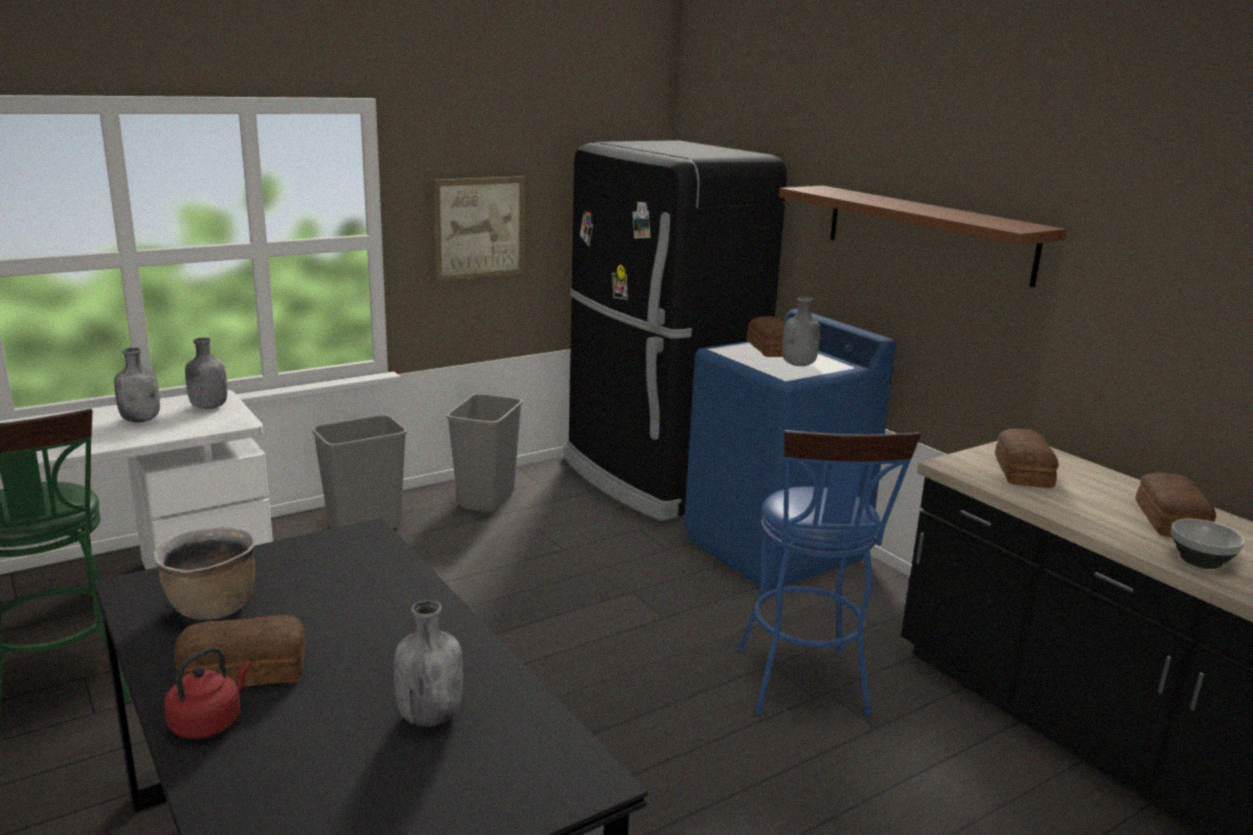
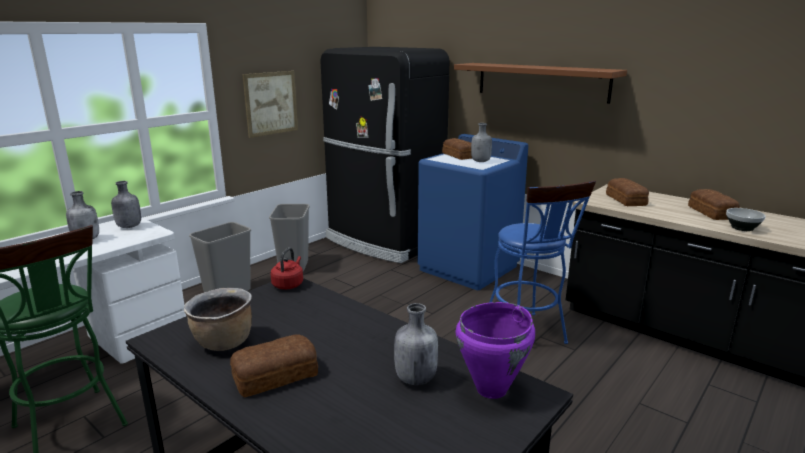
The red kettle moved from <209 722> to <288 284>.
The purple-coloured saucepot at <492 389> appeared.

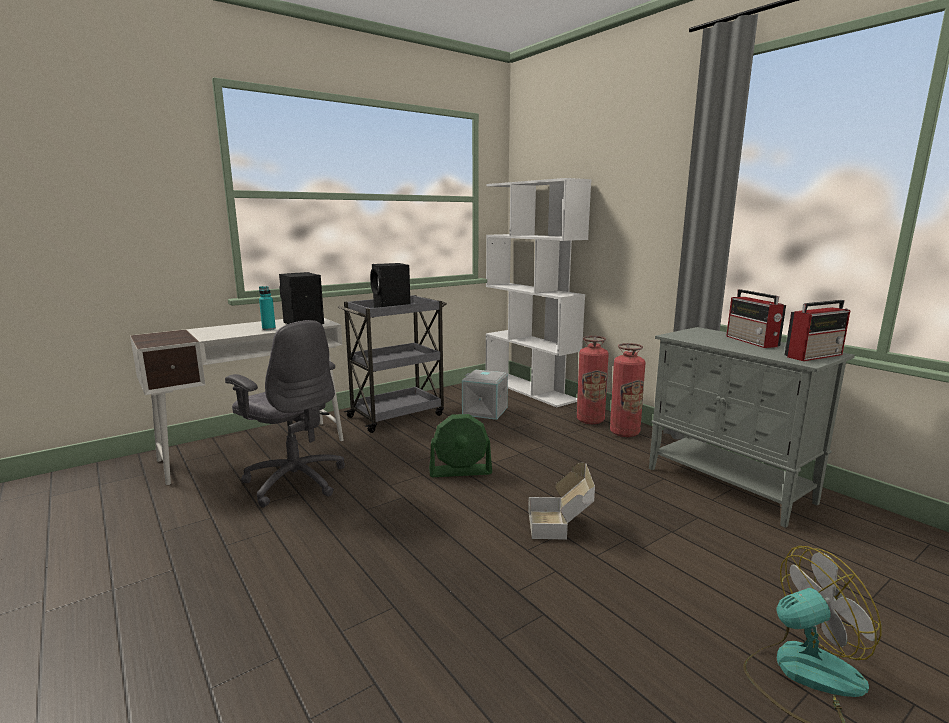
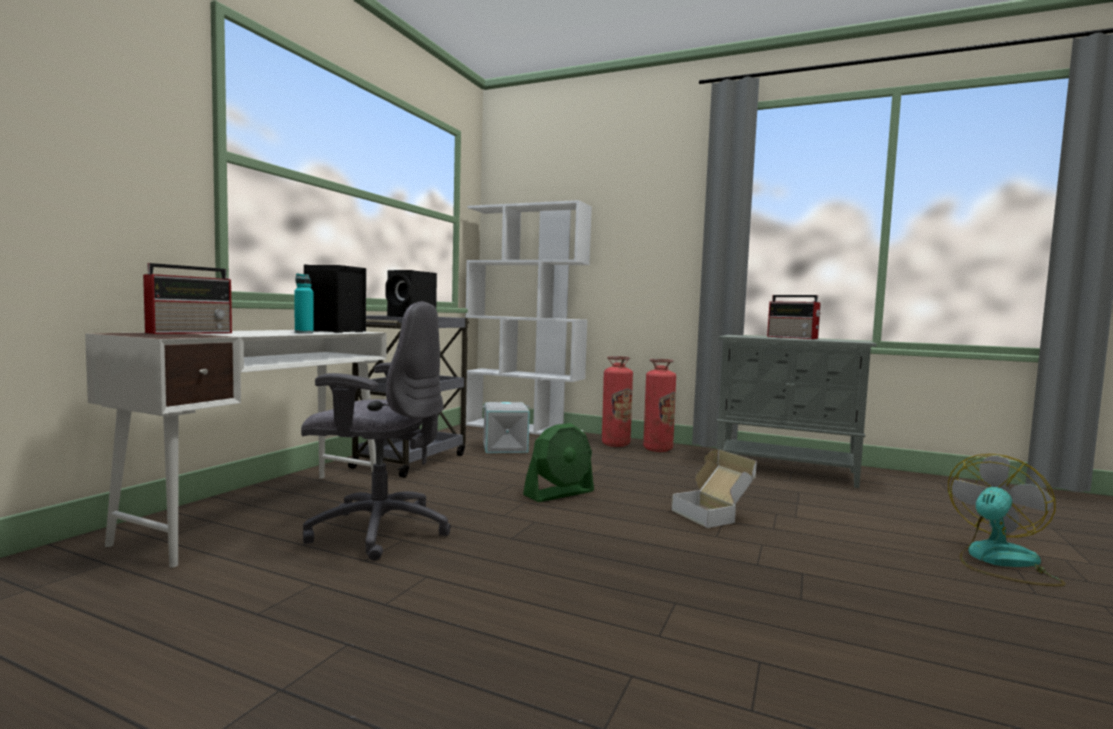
The radio set moved from <814 355> to <191 332>.

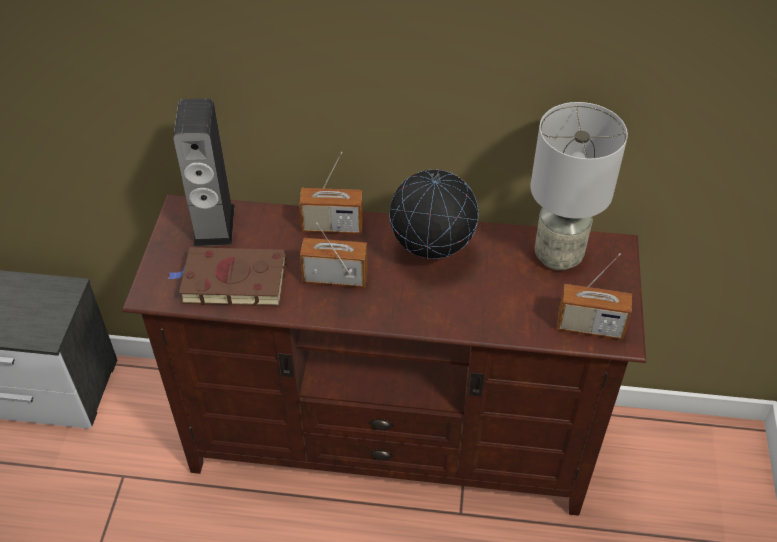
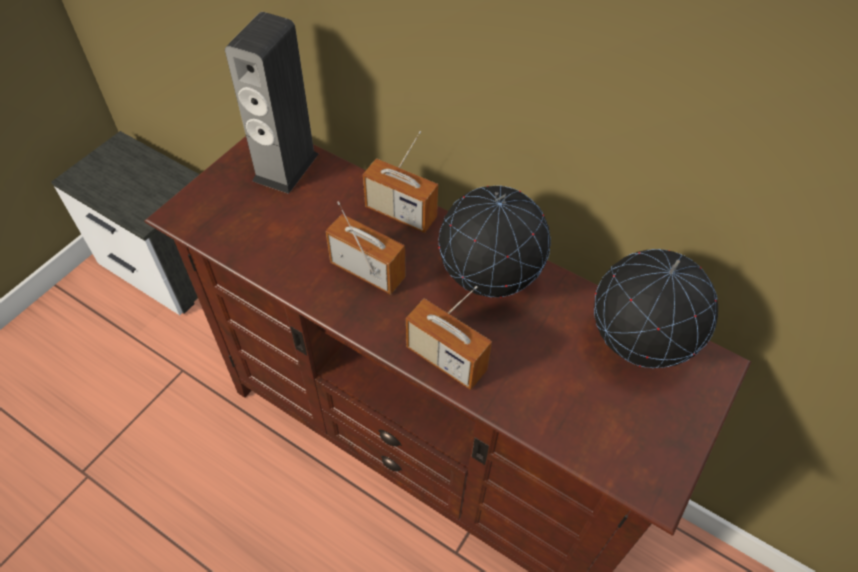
The radio set moved from <590 327> to <446 359>.
The grey table lamp at <559 256> was replaced by the desk globe at <635 348>.
The brown-coloured volume at <231 281> disappeared.

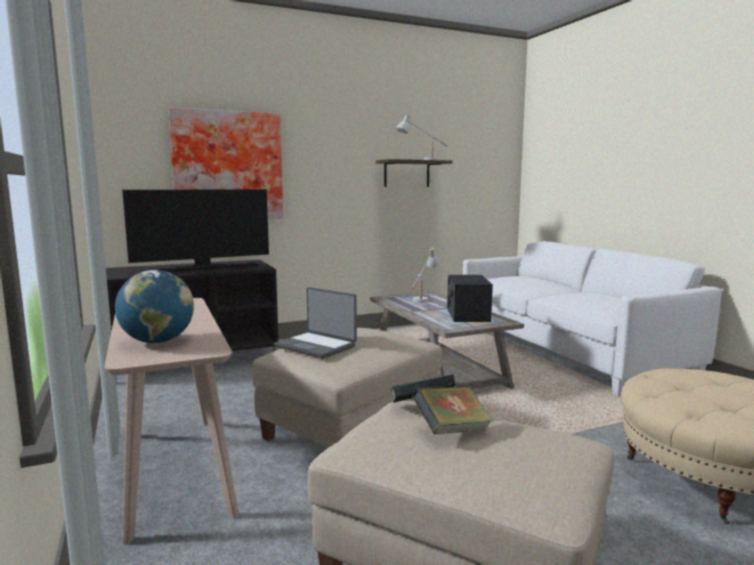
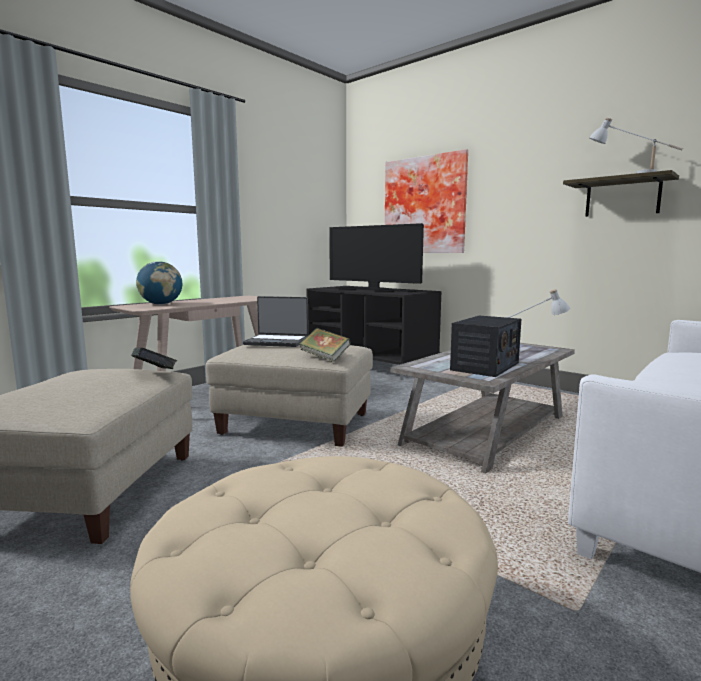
The portable computer at <316 346> turned 90 degrees counterclockwise.
The volume moved from <452 430> to <325 358>.
The radio set at <467 315> turned 150 degrees clockwise.

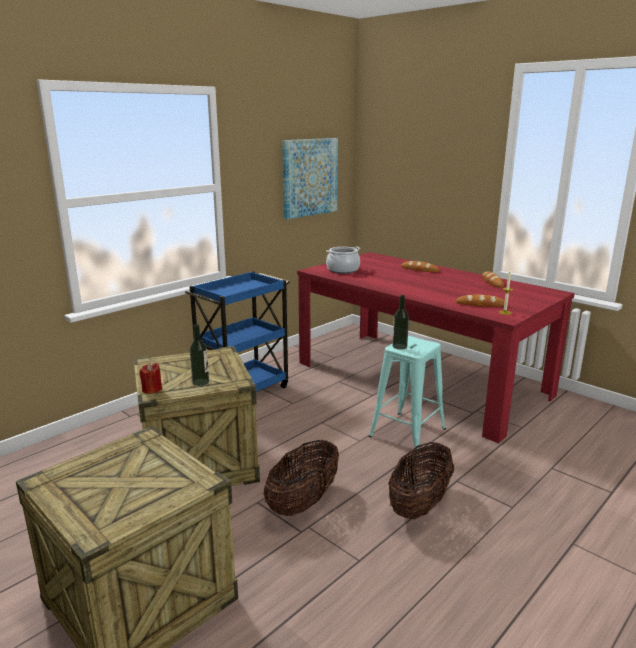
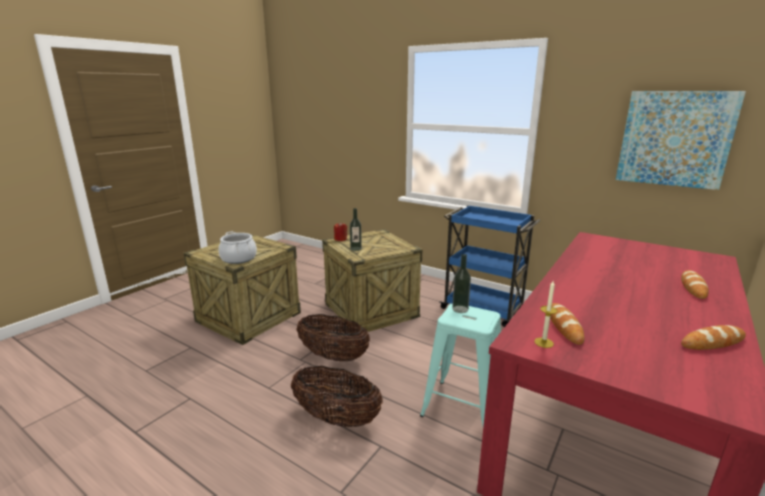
The saucepot moved from <342 270> to <239 258>.

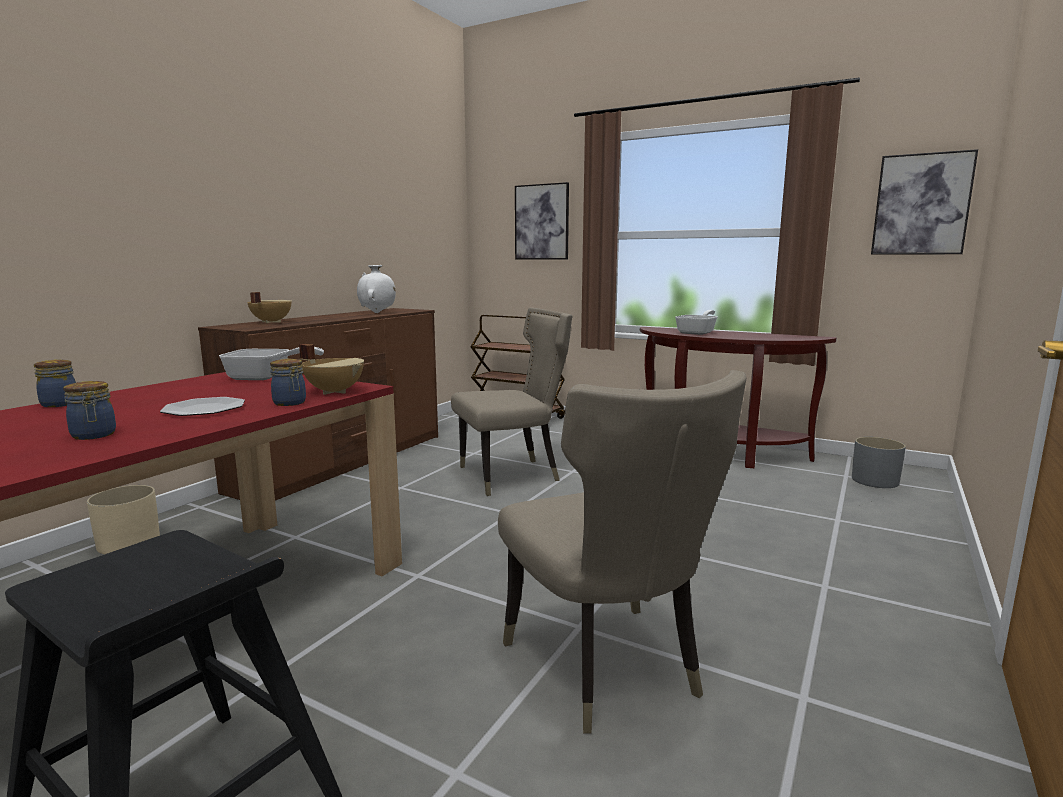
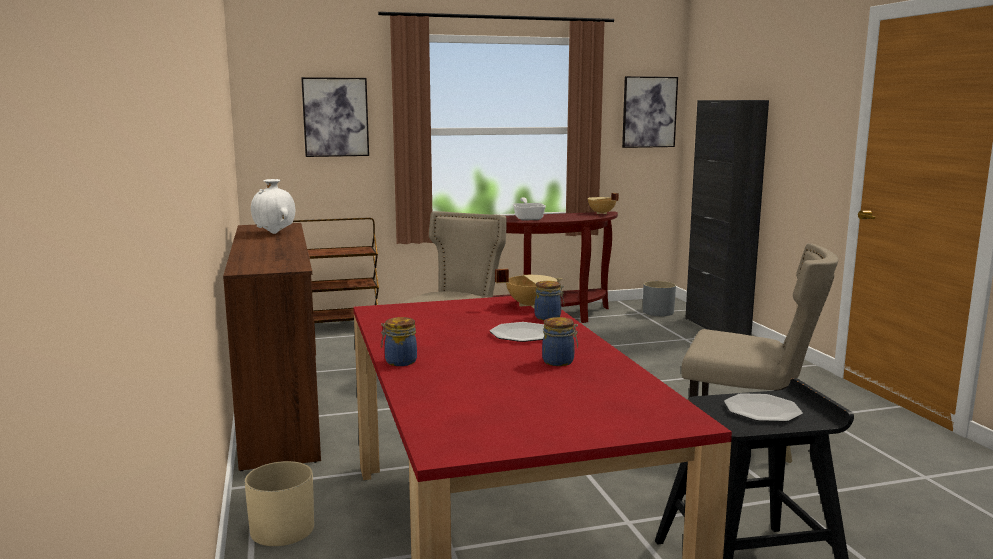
The sand-coloured saucepot moved from <270 322> to <601 213>.
The blackish cabinet at <717 327> appeared.
The dinner plate at <762 410> appeared.
The pan at <265 377> disappeared.

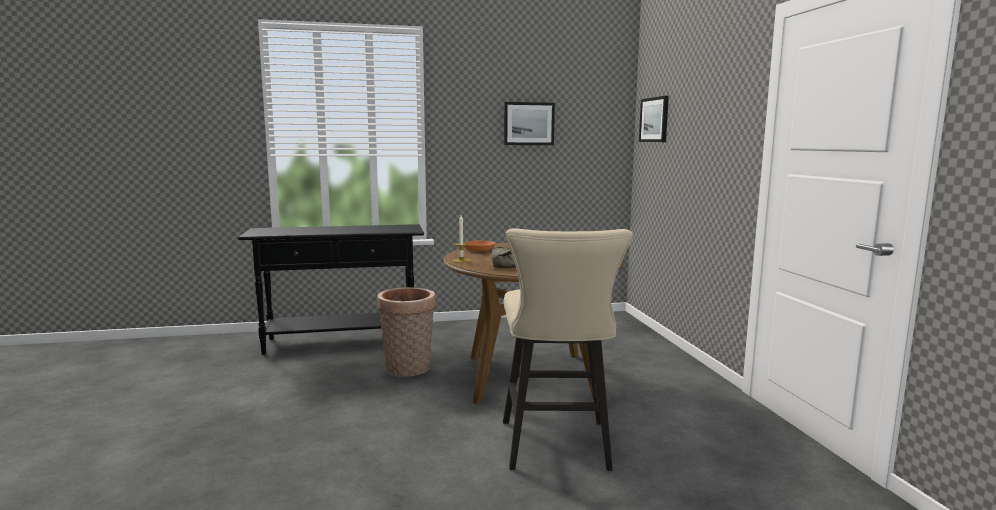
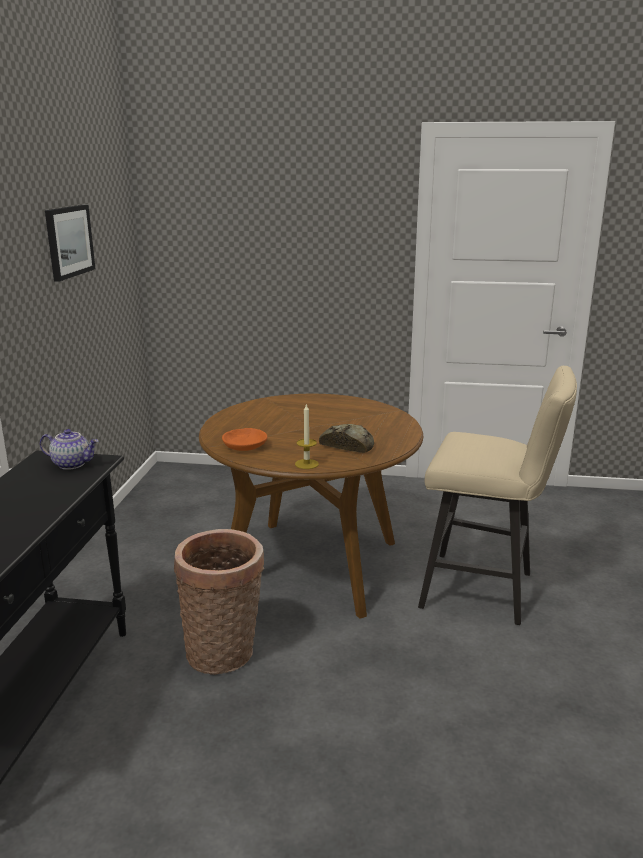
The pot for tea at <72 464> appeared.
The wall art at <654 120> disappeared.

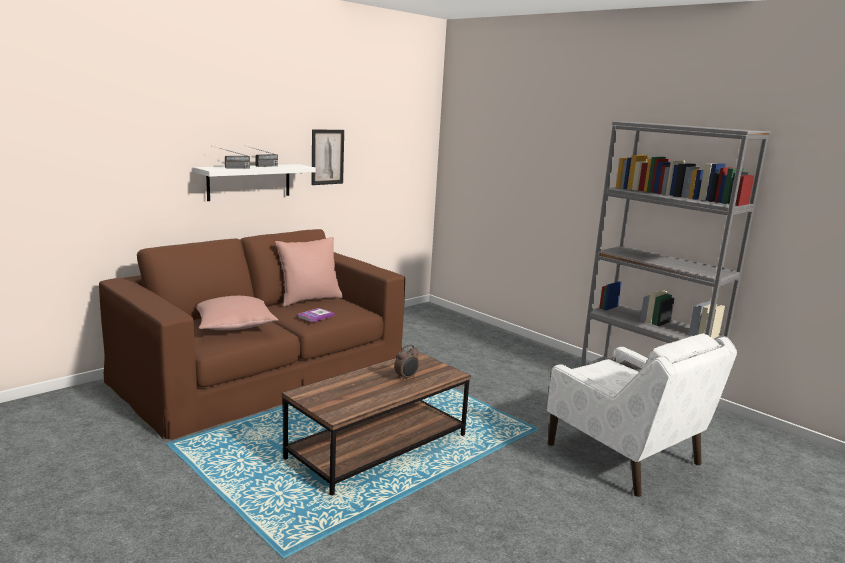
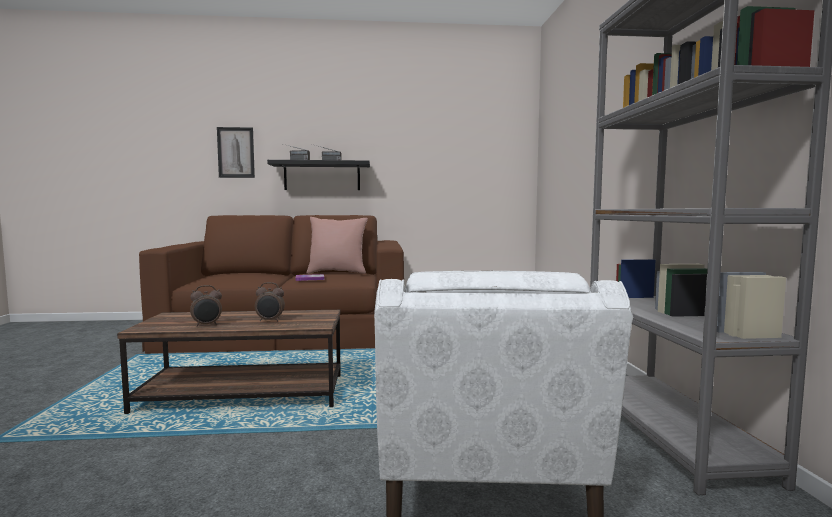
The alarm clock at <207 325> appeared.
The wall art moved from <327 157> to <236 152>.
The white bracket shelf at <249 181> became the blackish bracket shelf at <322 176>.
The pinkish pillow at <234 326> disappeared.

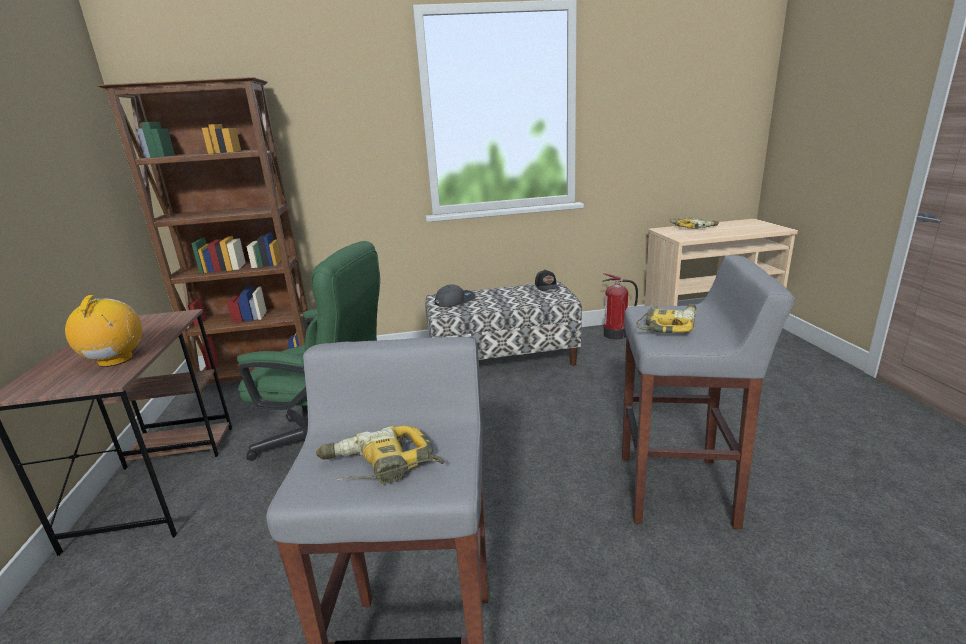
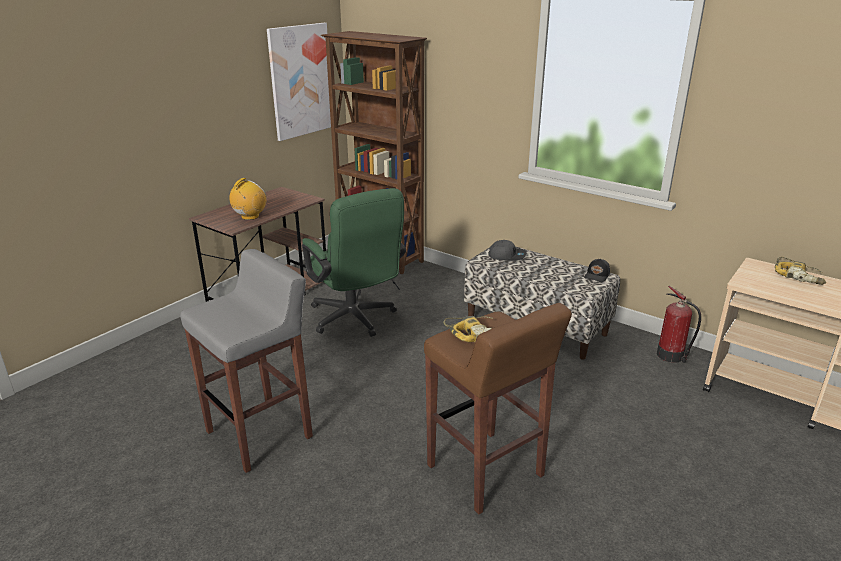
The wall art at <300 81> appeared.
The grey stool at <678 490> became the brown-coloured stool at <486 472>.
The power drill at <379 467> disappeared.

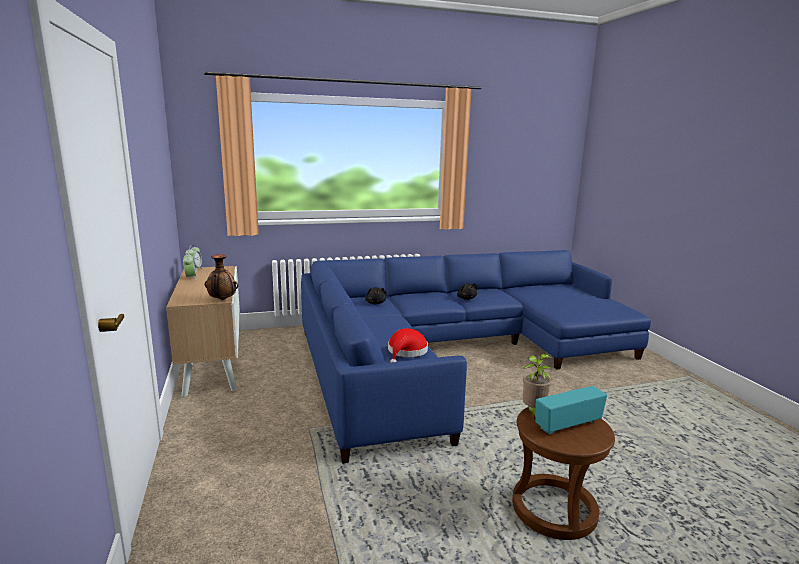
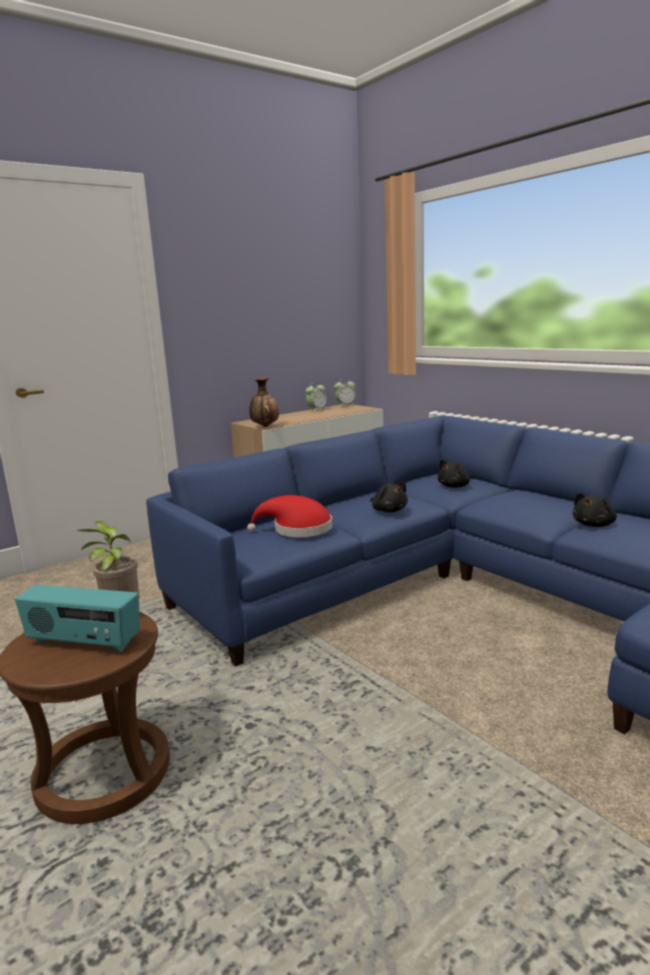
The radio set at <567 424> turned 150 degrees clockwise.
The blackish plush toy at <389 510> appeared.

